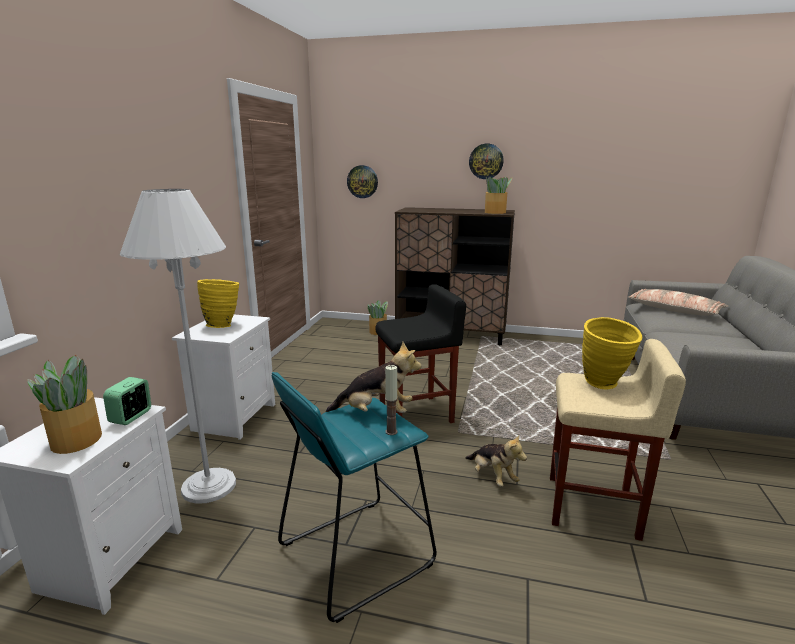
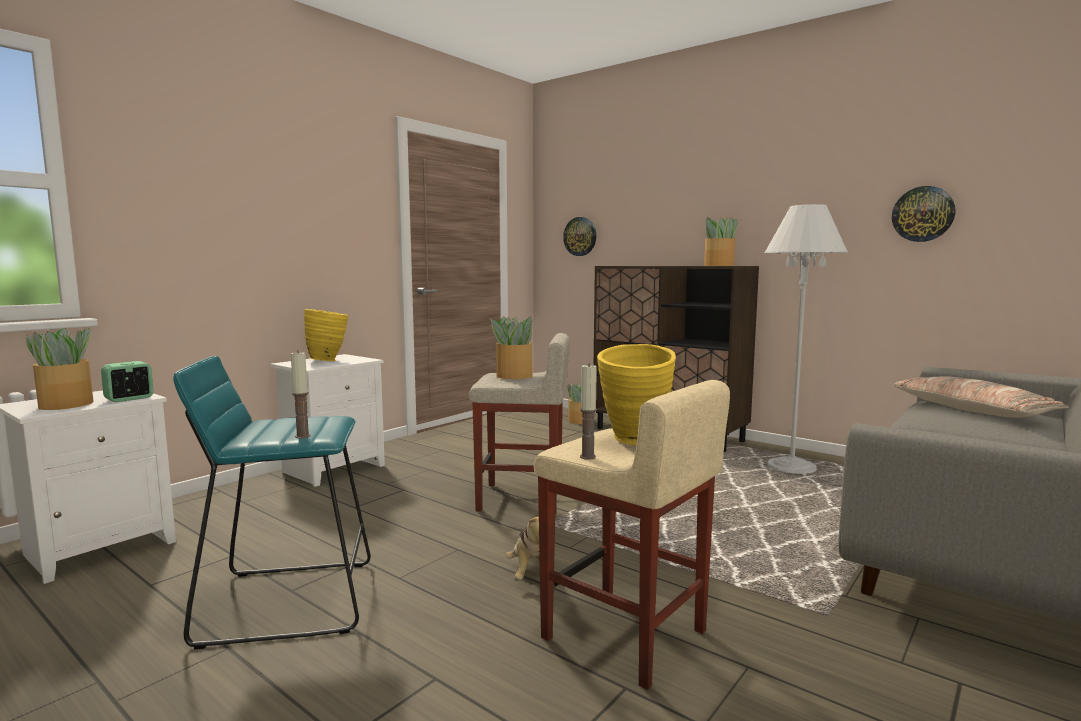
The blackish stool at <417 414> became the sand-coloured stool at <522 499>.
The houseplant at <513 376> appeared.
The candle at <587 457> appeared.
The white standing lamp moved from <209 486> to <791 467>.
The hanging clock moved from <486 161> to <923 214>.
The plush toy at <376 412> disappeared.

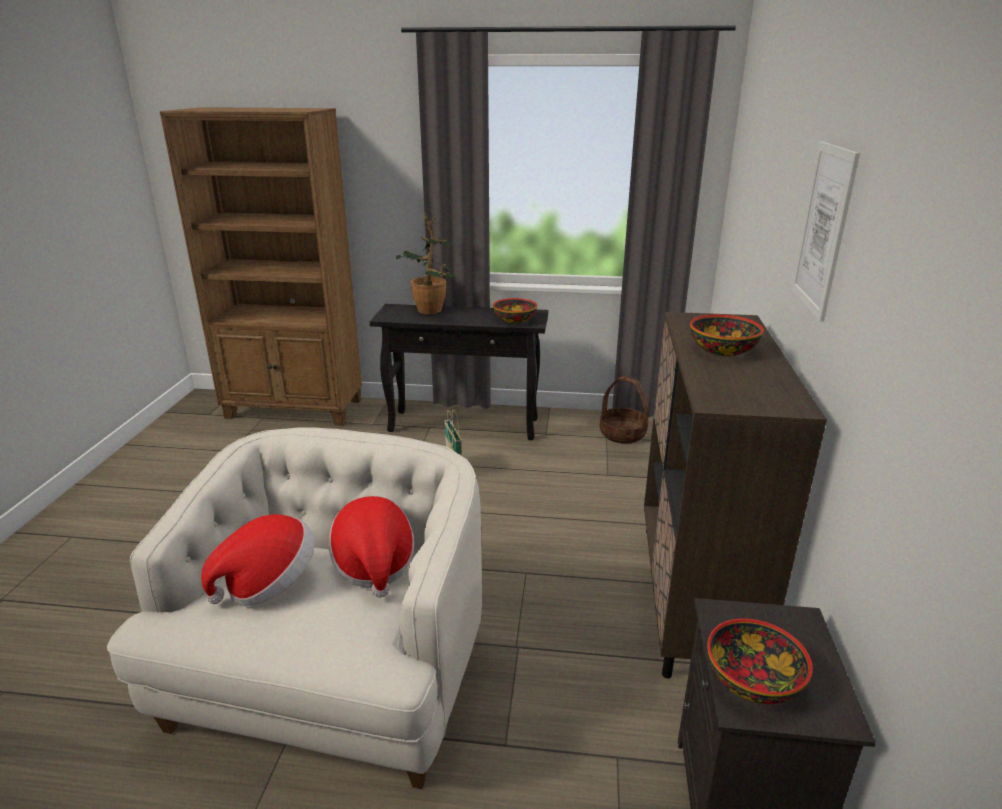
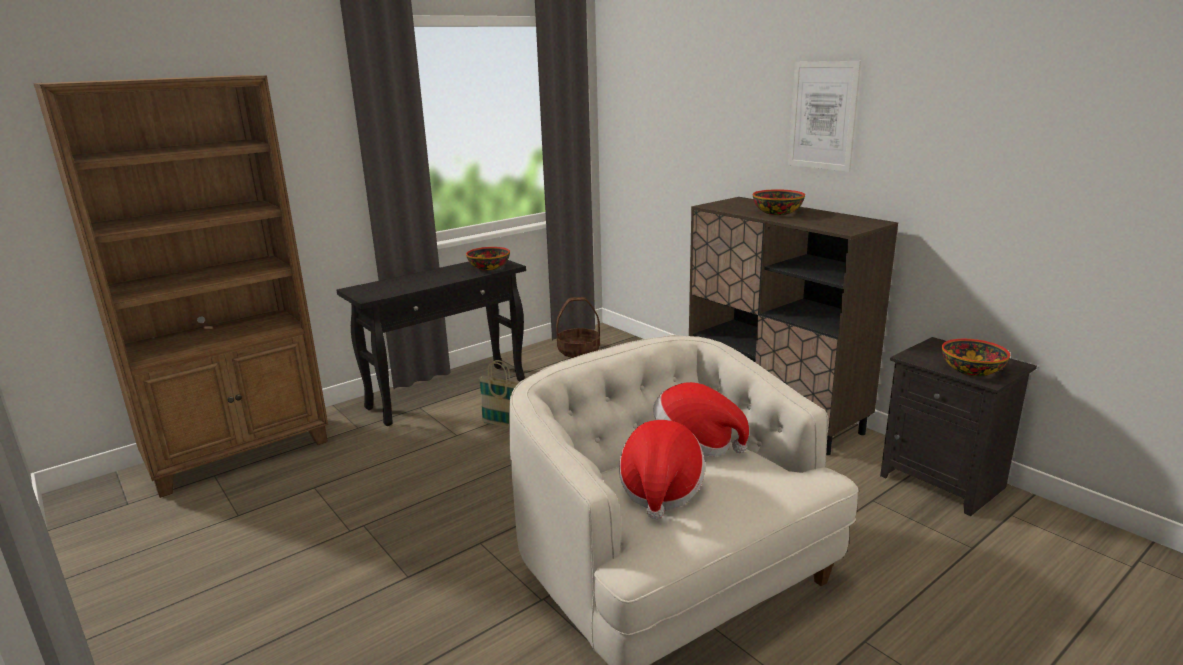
The houseplant at <431 312> disappeared.

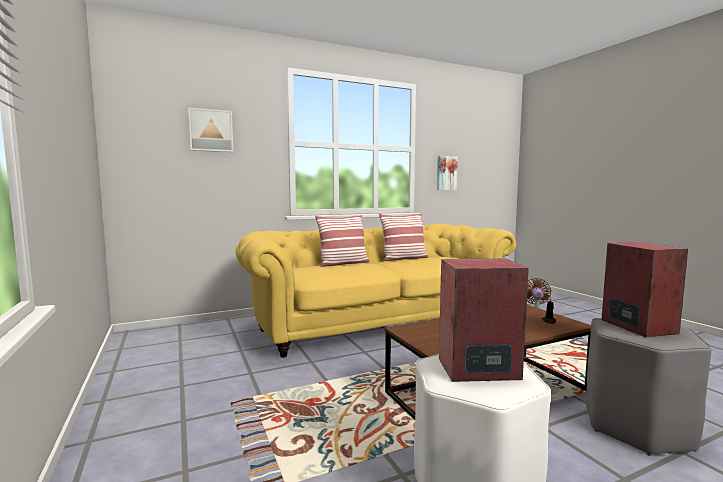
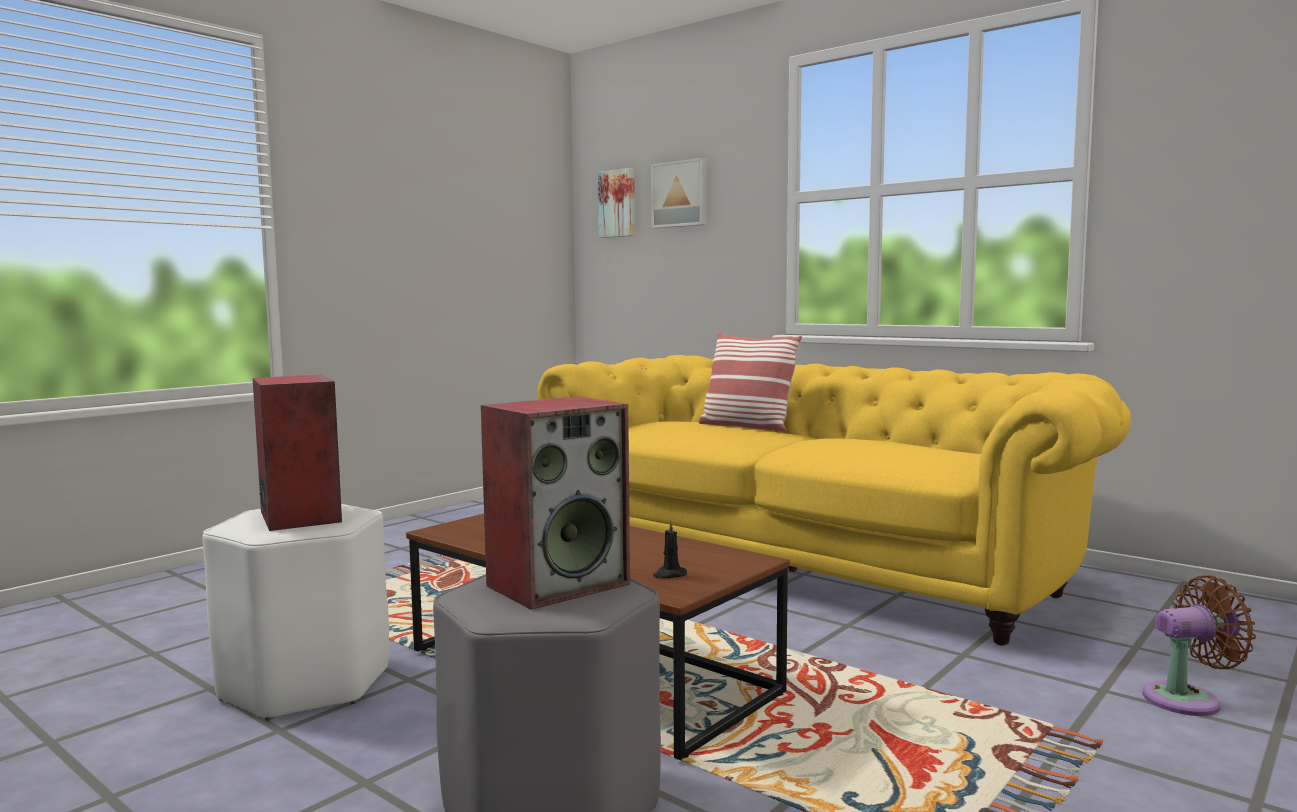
The wall art moved from <446 173> to <618 203>.
The pillow at <404 258> disappeared.

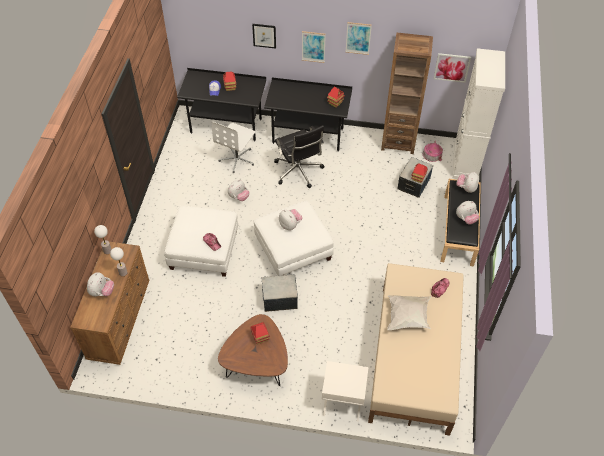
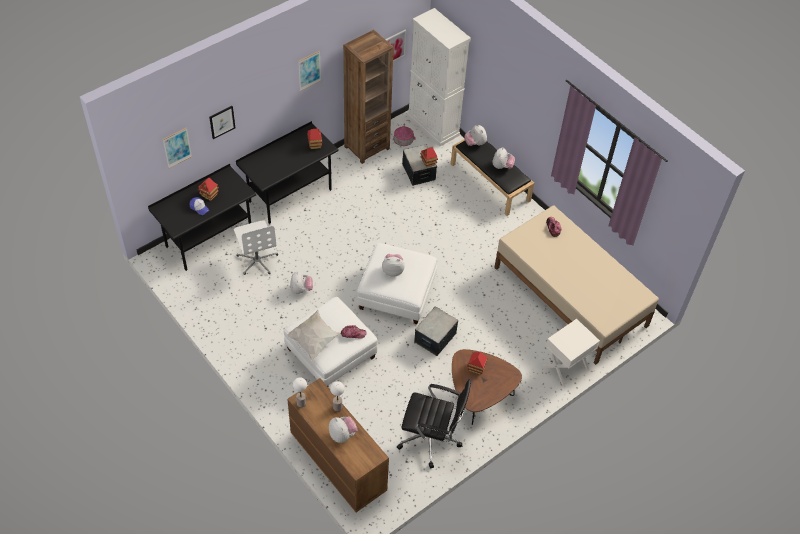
The wall art moved from <313 47> to <177 147>.
The white pillow moved from <408 317> to <314 340>.
The blackish office chair moved from <298 172> to <431 439>.

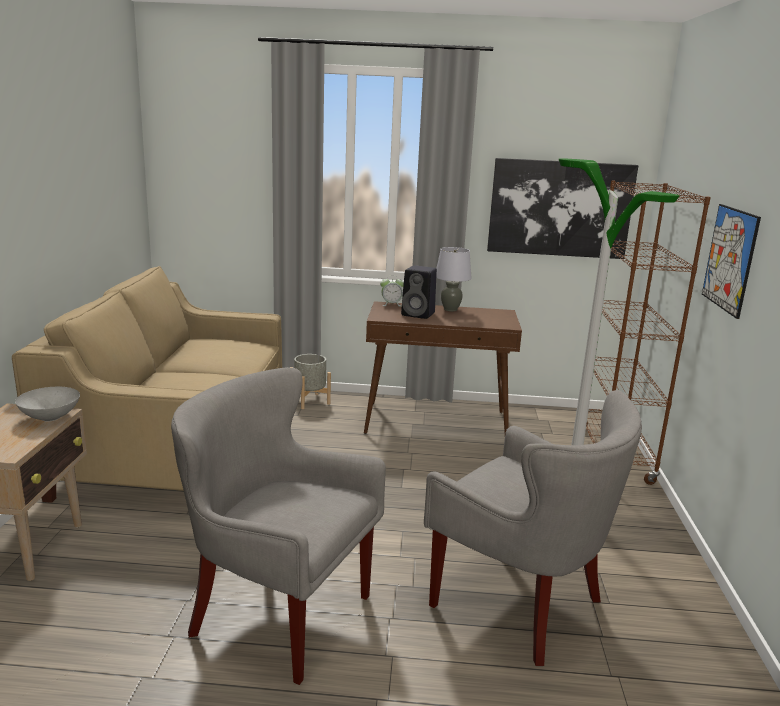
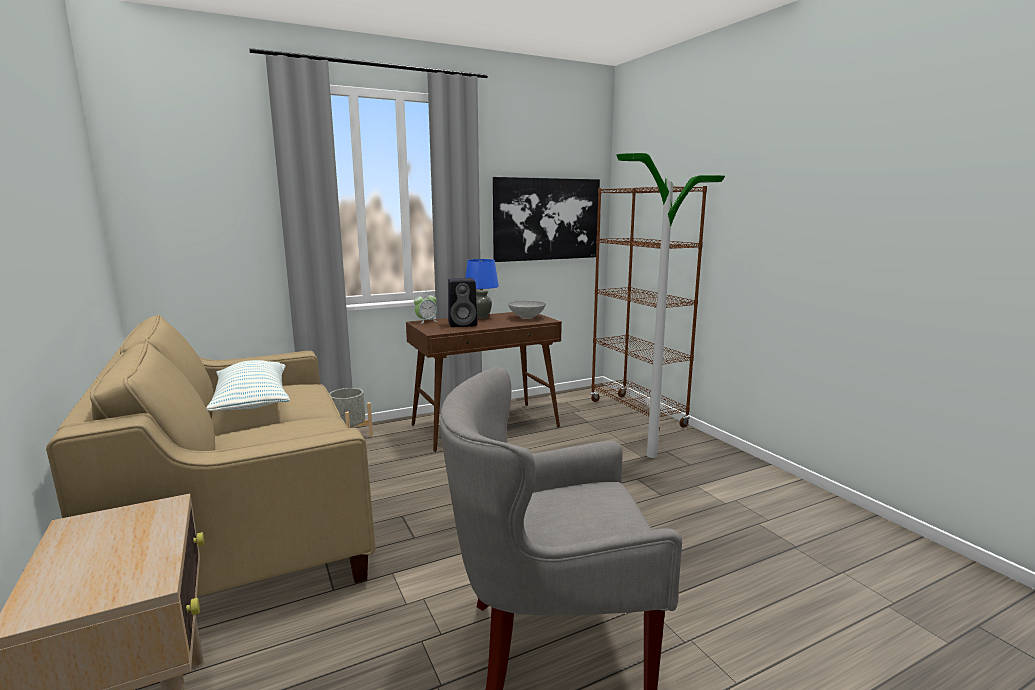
The pillow at <252 402> appeared.
The grey table lamp at <450 309> became the blue table lamp at <482 317>.
The grey bowl moved from <50 418> to <527 317>.
The grey armchair at <520 606> disappeared.
The wall art at <730 259> disappeared.

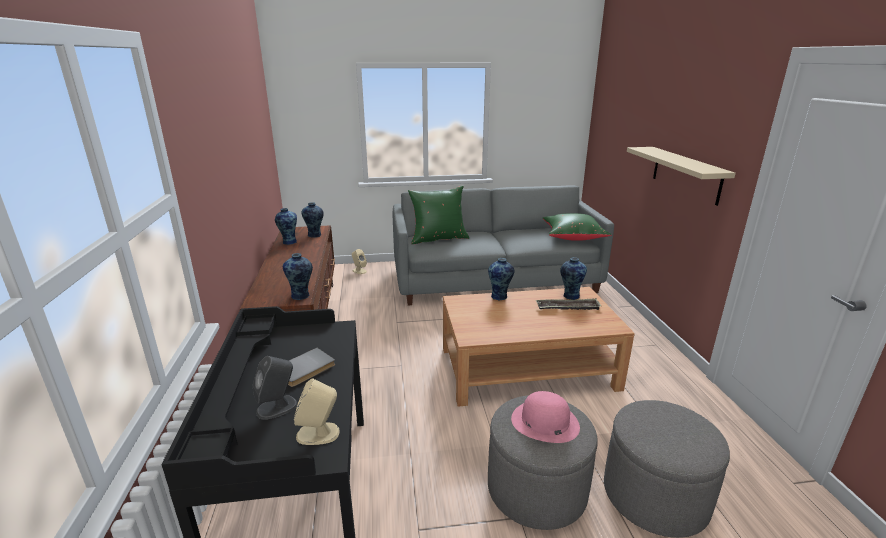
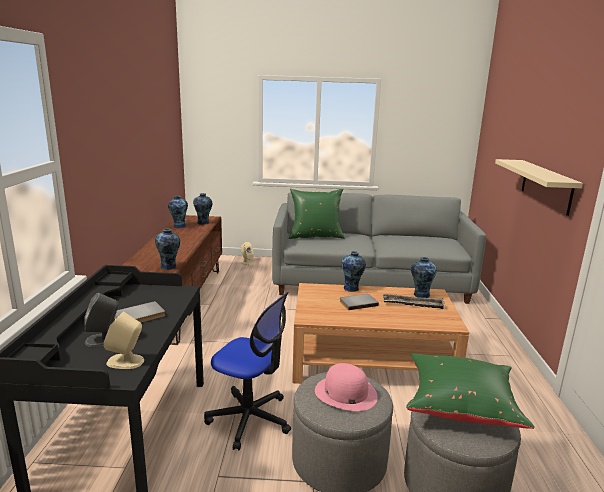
The office chair at <250 419> appeared.
The grey volume at <358 303> appeared.
The greenish pillow moved from <573 237> to <460 405>.

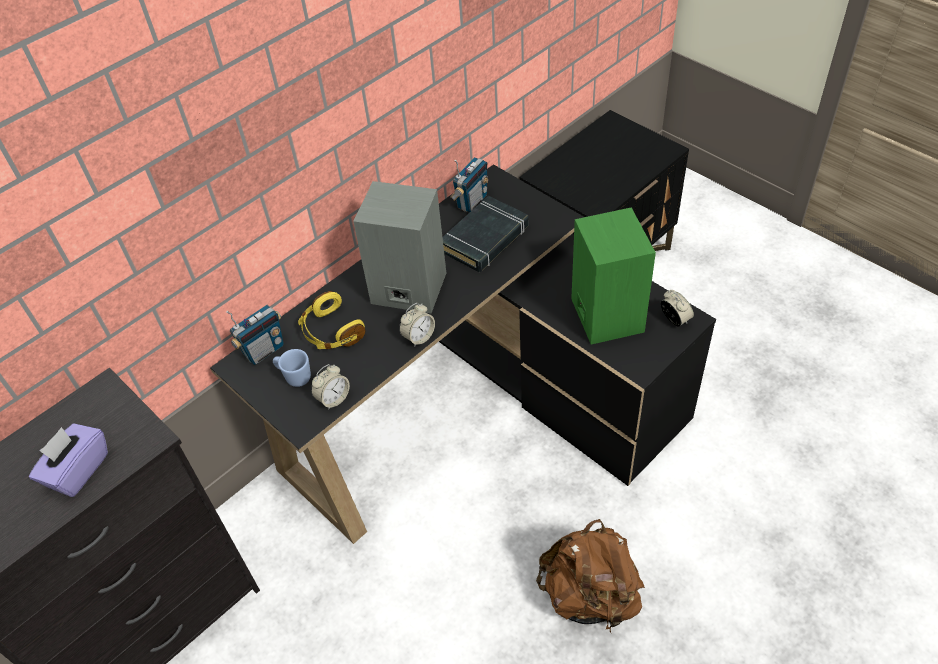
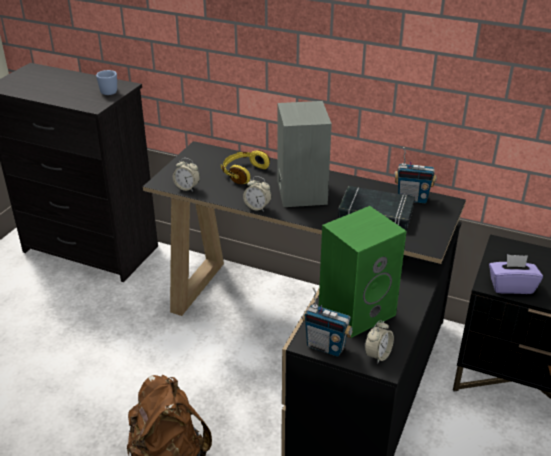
The blue coffee mug moved from <294 377> to <109 91>.
The radio set moved from <264 350> to <326 346>.
The purple-coloured tissue holder moved from <77 470> to <511 286>.

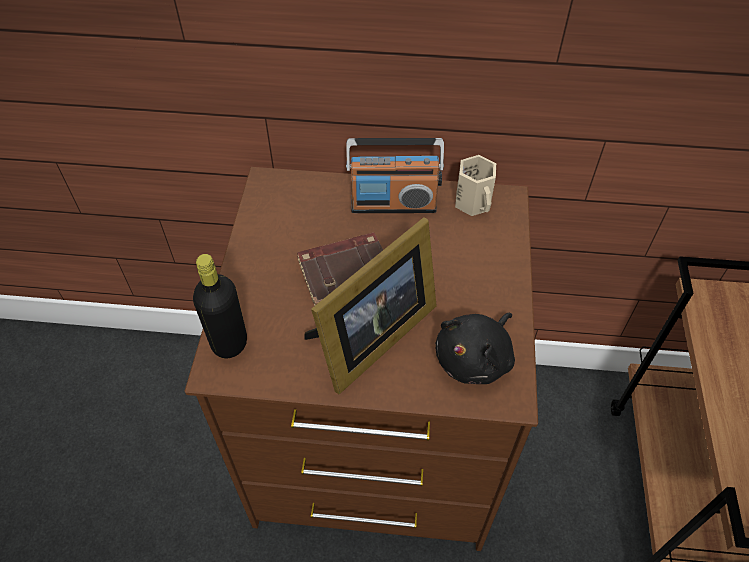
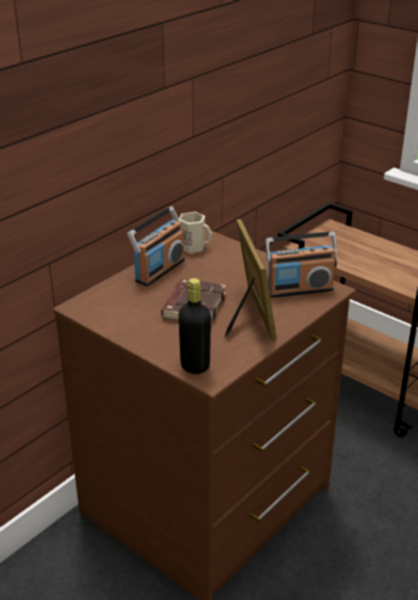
The blackish plush toy at <475 358> was replaced by the radio set at <299 289>.

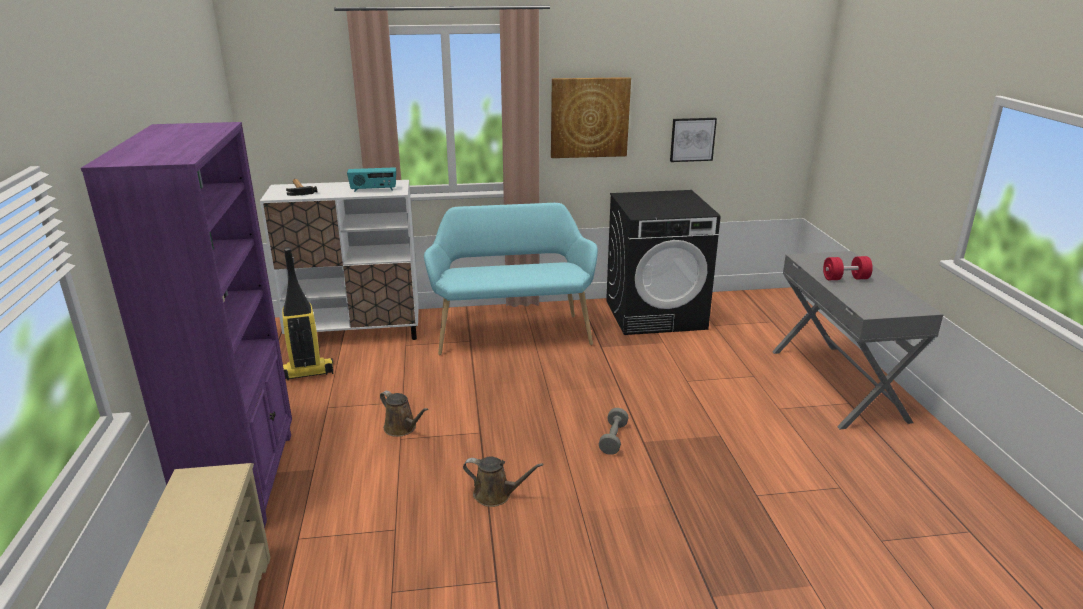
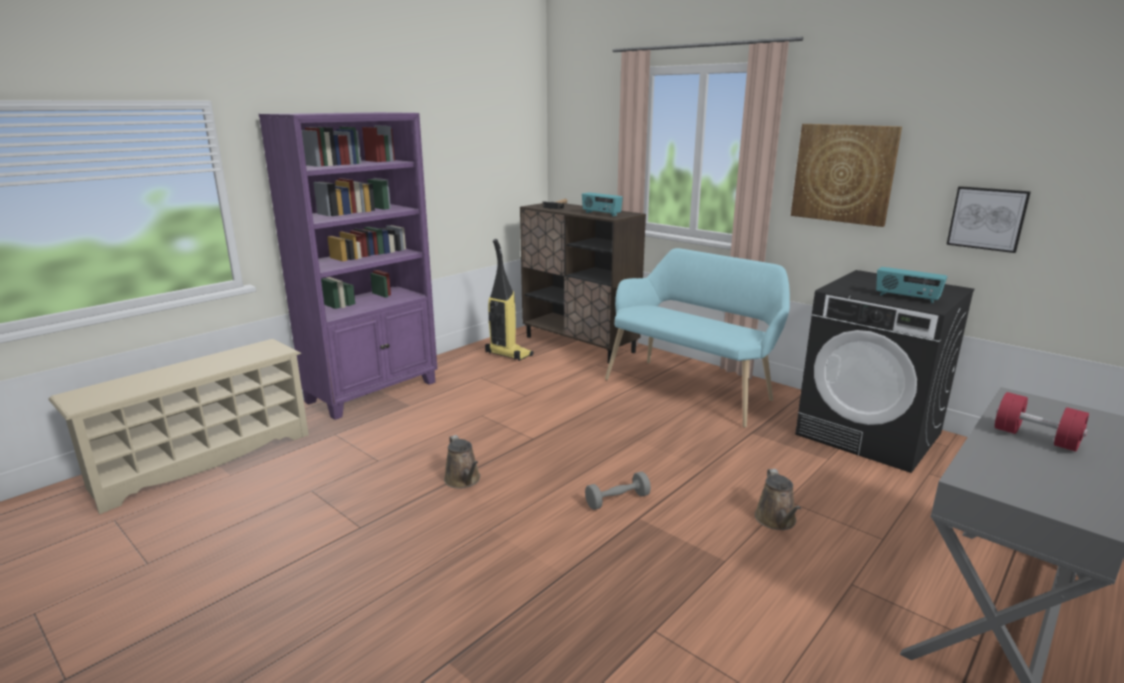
The white cabinet at <355 333> became the brown-coloured cabinet at <579 344>.
The brown-coloured watering can moved from <402 428> to <776 521>.
The radio set at <906 298> appeared.

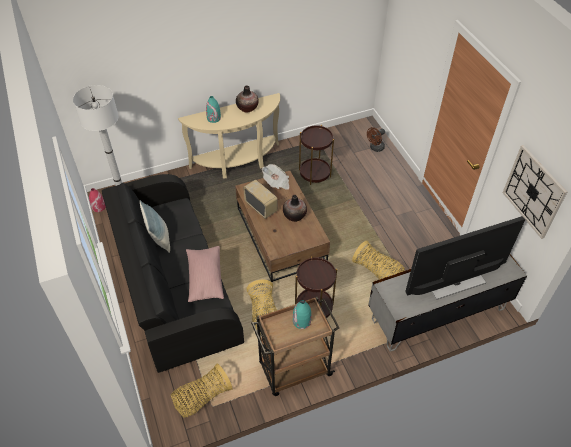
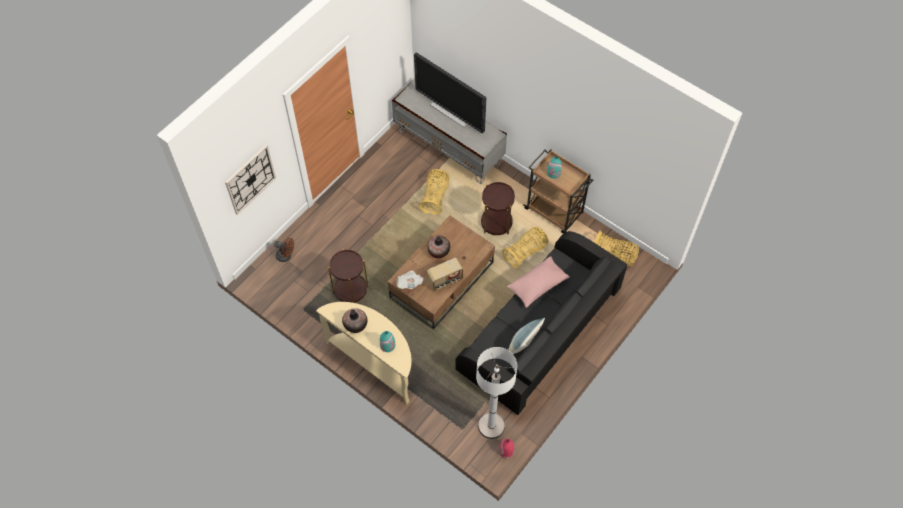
The hanging clock moved from <533 191> to <250 179>.
The radio set at <261 207> turned 135 degrees counterclockwise.

